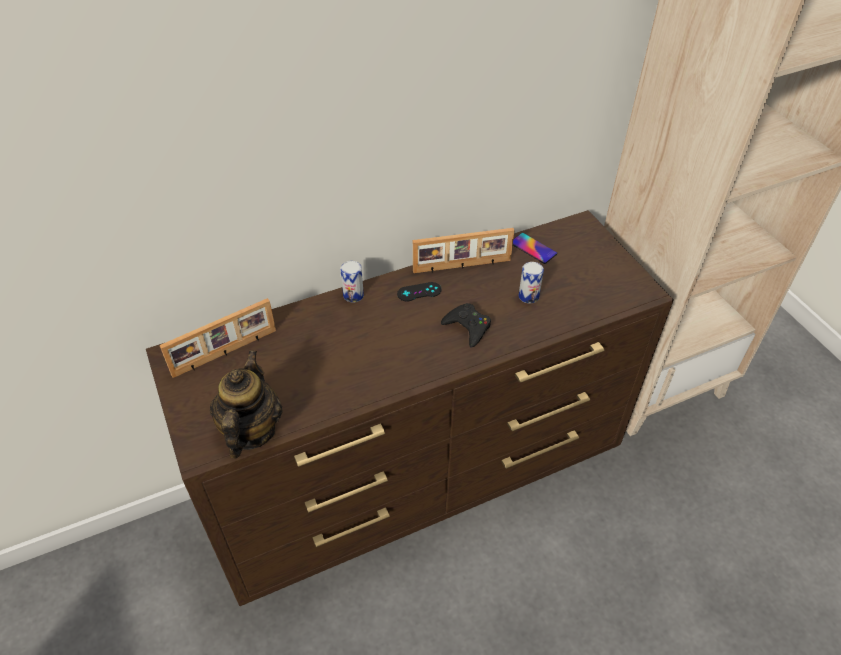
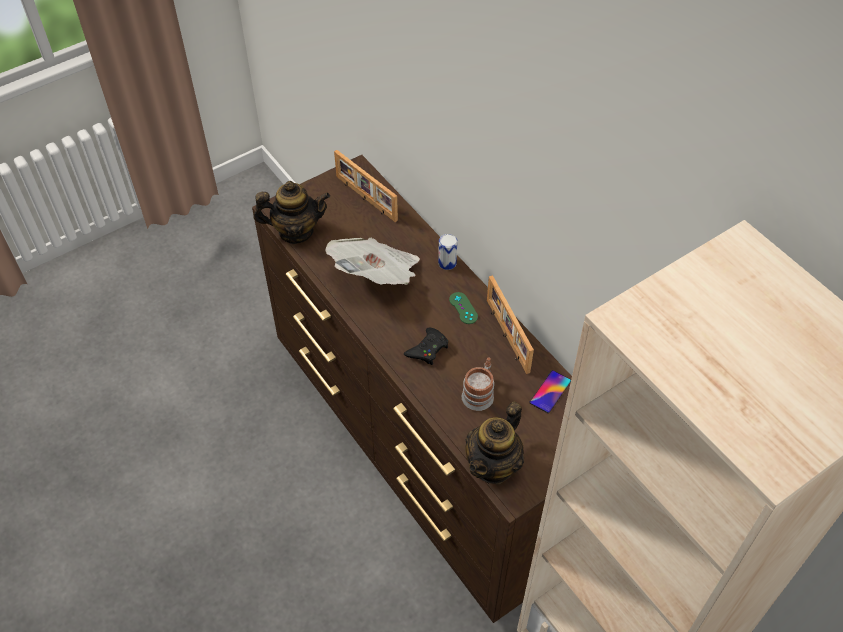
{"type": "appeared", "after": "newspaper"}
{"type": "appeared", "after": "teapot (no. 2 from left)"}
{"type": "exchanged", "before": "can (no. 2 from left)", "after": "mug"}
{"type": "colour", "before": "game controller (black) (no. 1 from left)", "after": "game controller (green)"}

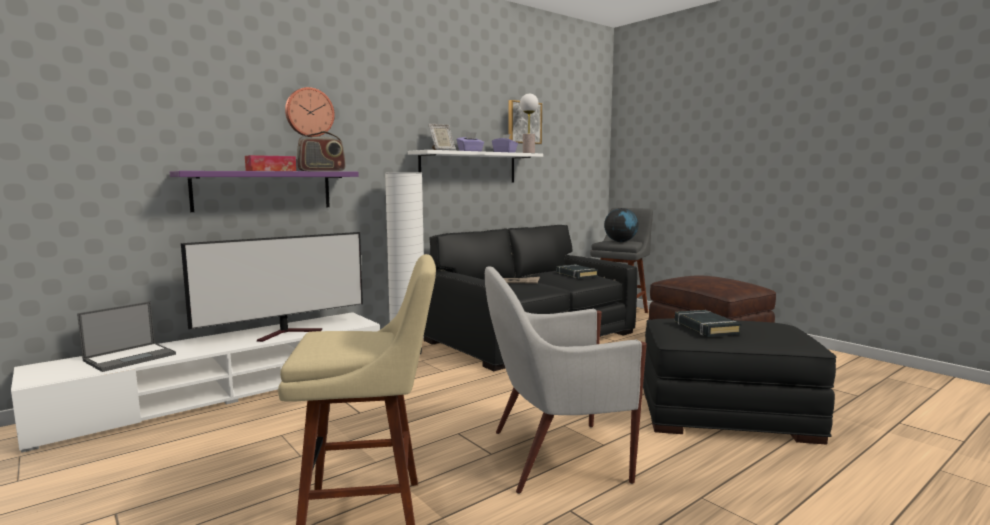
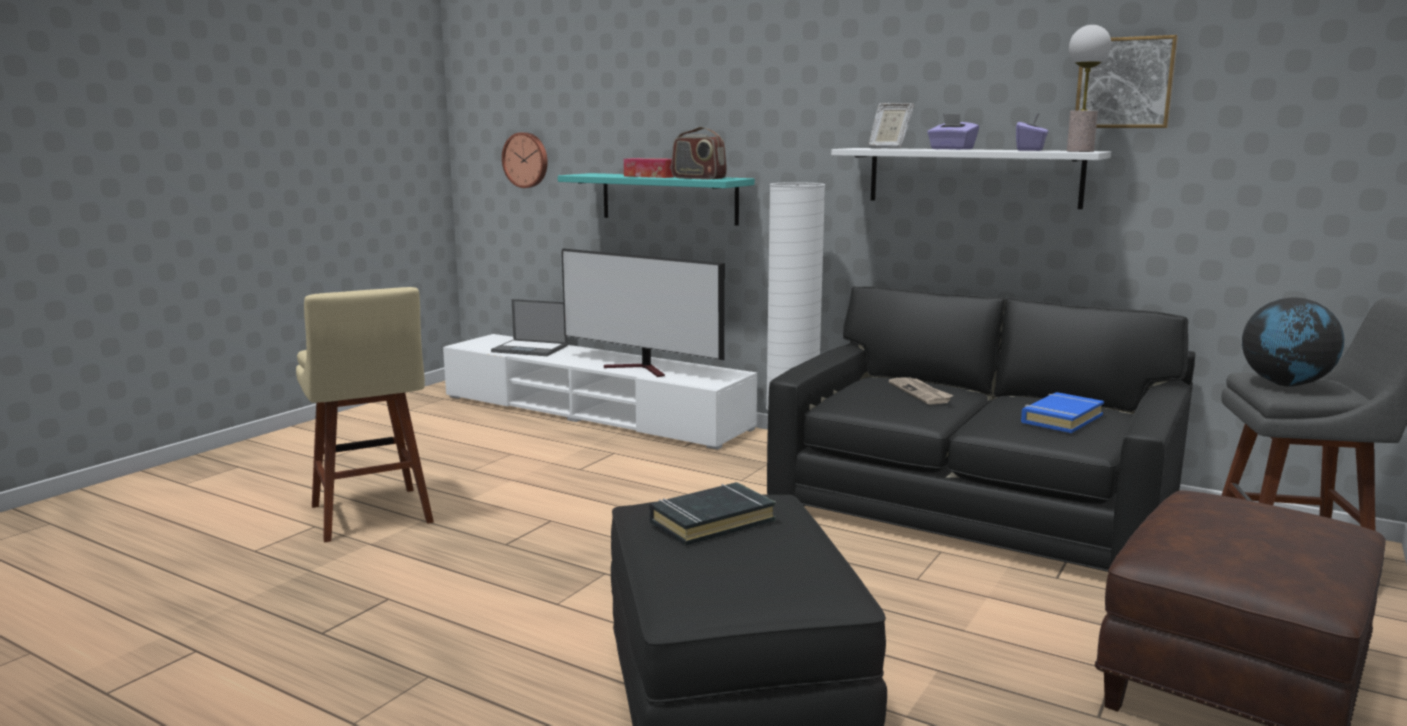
{"type": "missing", "before": "armchair (white)"}
{"type": "relocated", "before": "wall clock"}
{"type": "colour", "before": "shelf (purple)", "after": "shelf (turquoise)"}
{"type": "colour", "before": "book (black) (no. 1 from left)", "after": "book (blue)"}

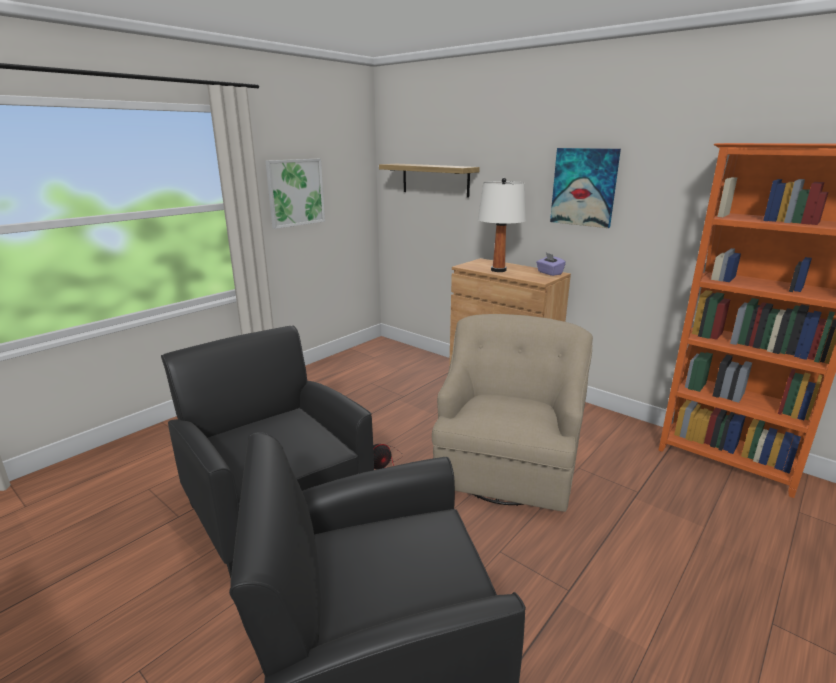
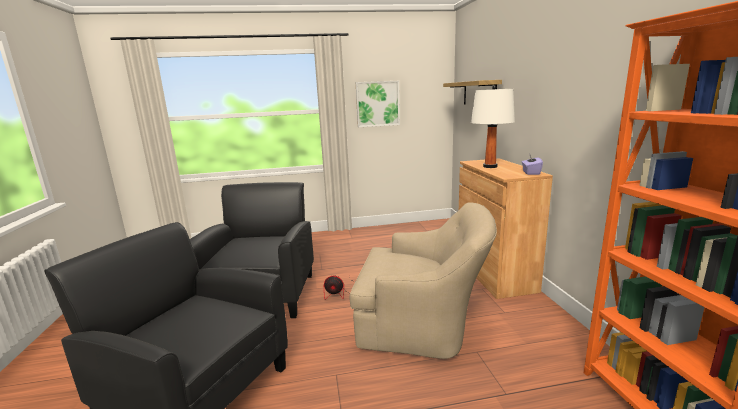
{"type": "missing", "before": "picture (no. 2 from left)"}
{"type": "spun", "before": "armchair (beige)", "turn": 45}

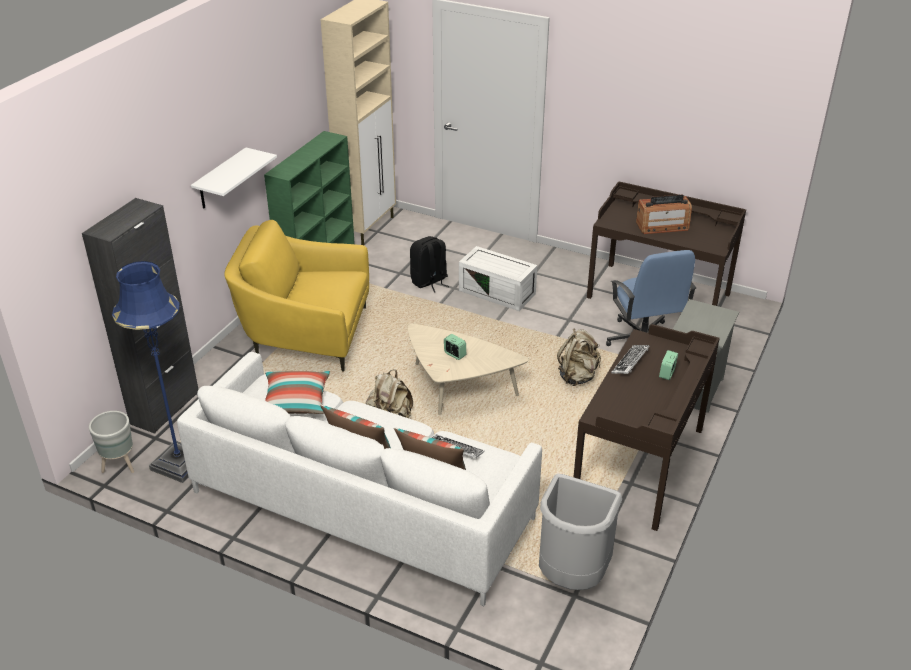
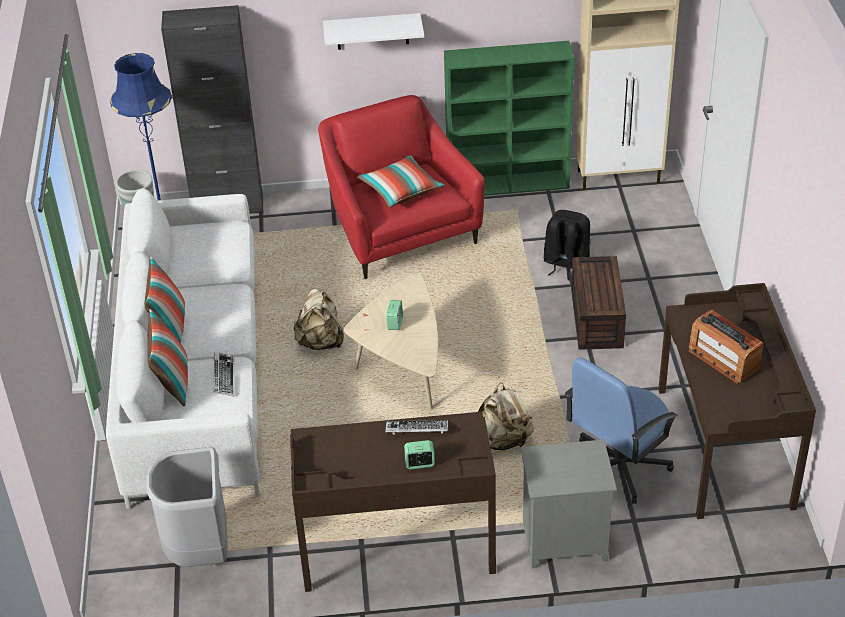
{"type": "relocated", "before": "pillow (no. 1 from left in the first image)", "after": "pillow (no. 3 from left)"}
{"type": "colour", "before": "armchair (yellow)", "after": "armchair (red)"}
{"type": "colour", "before": "storage box (white)", "after": "storage box (brown)"}

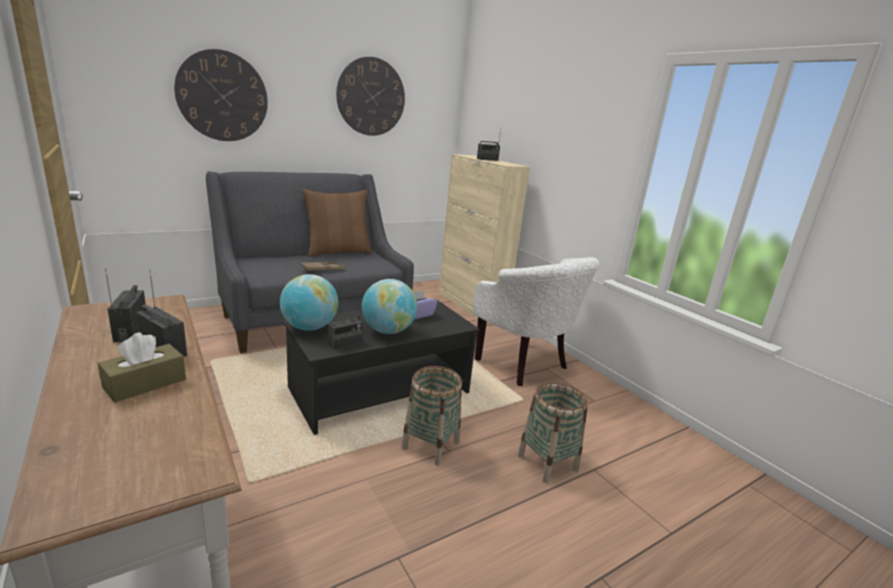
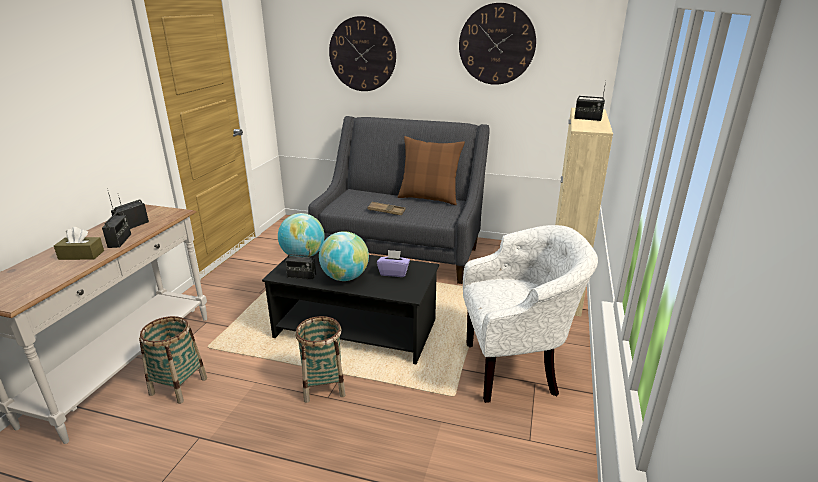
{"type": "relocated", "before": "basket (no. 2 from left in the first image)", "after": "basket (no. 1 from left)"}
{"type": "spun", "before": "armchair (white)", "turn": -105}

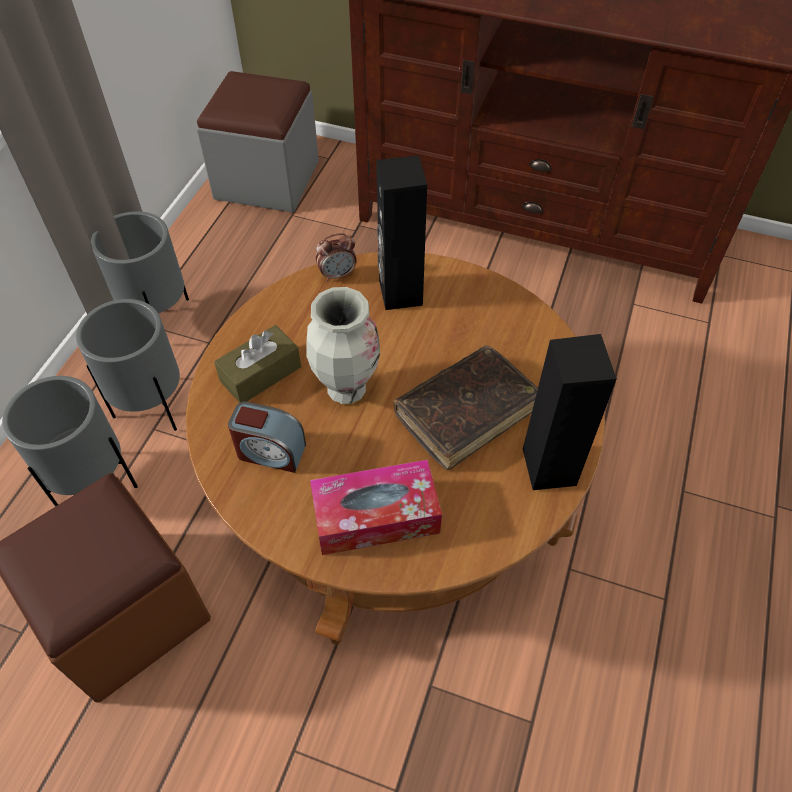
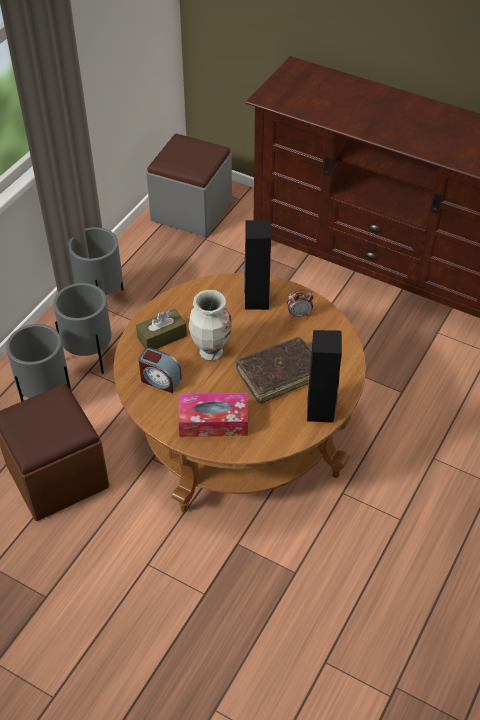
{"type": "relocated", "before": "alarm clock (no. 2 from left)"}

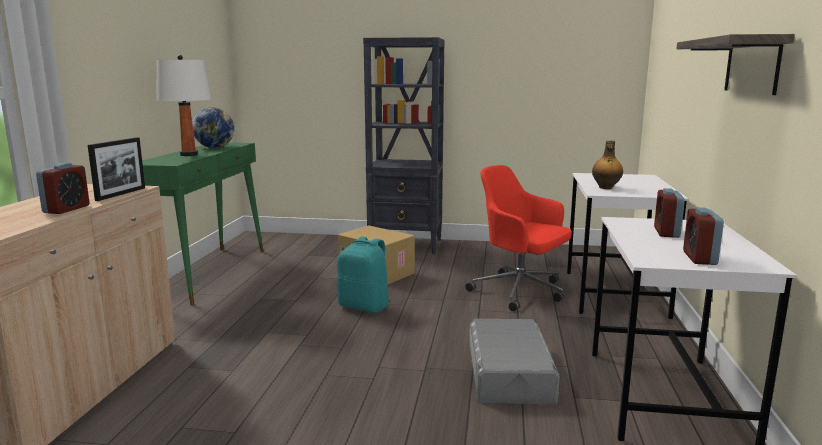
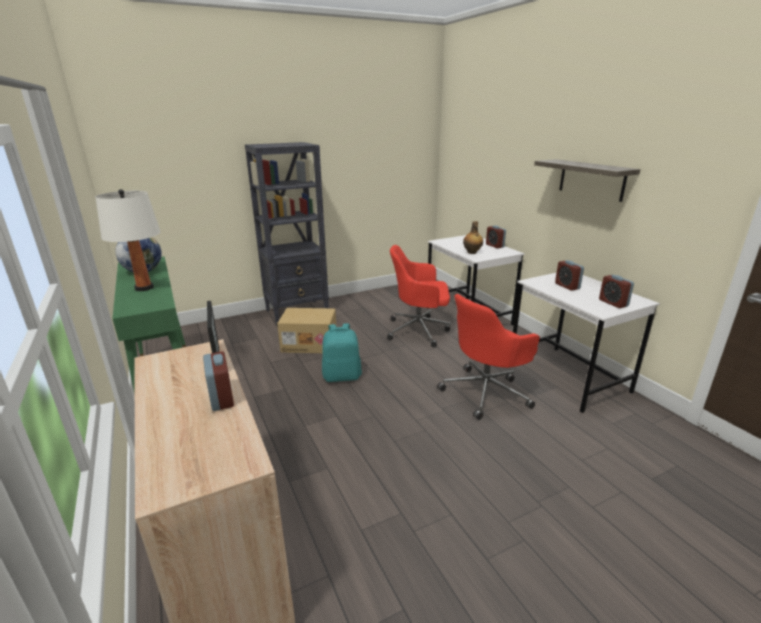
{"type": "appeared", "after": "alarm clock (no. 2 from left)"}
{"type": "exchanged", "before": "storage box (grey)", "after": "office chair (red) (no. 2 from left)"}

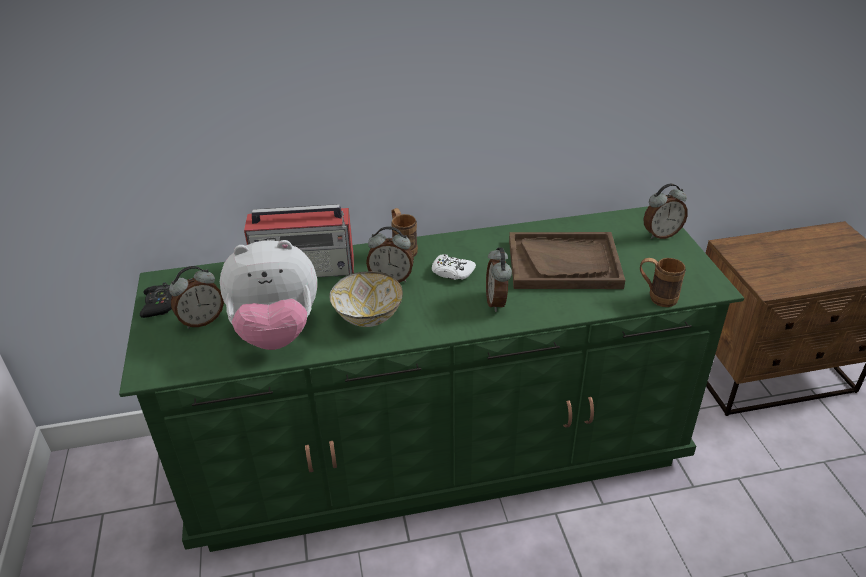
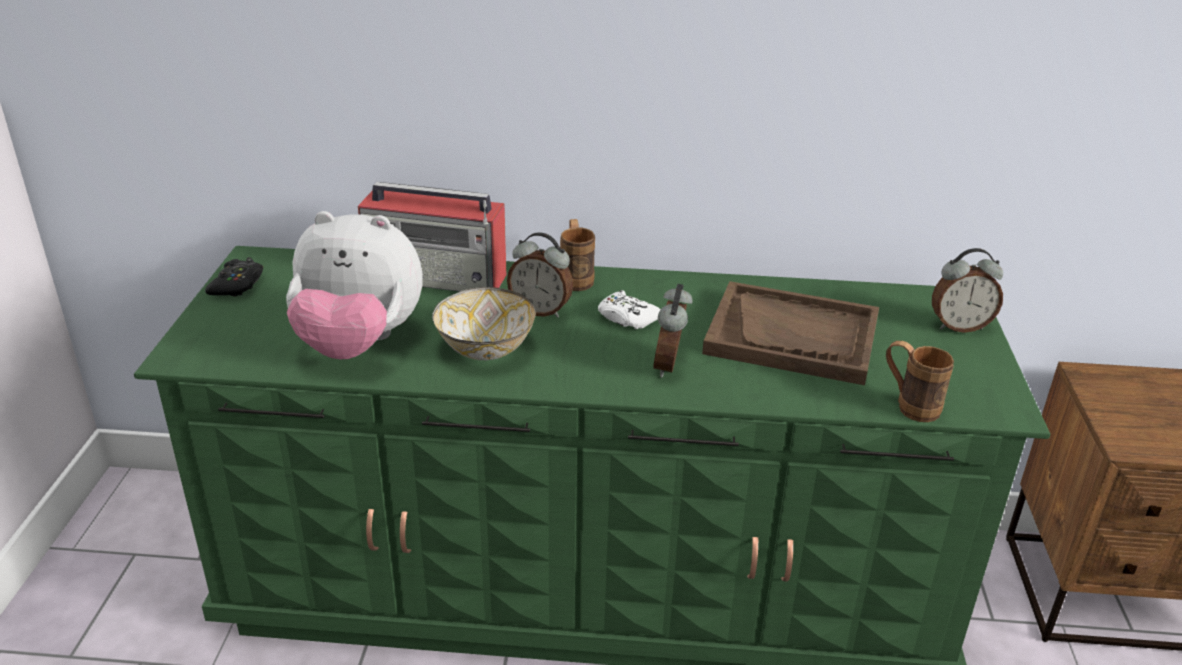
{"type": "missing", "before": "alarm clock (no. 1 from left)"}

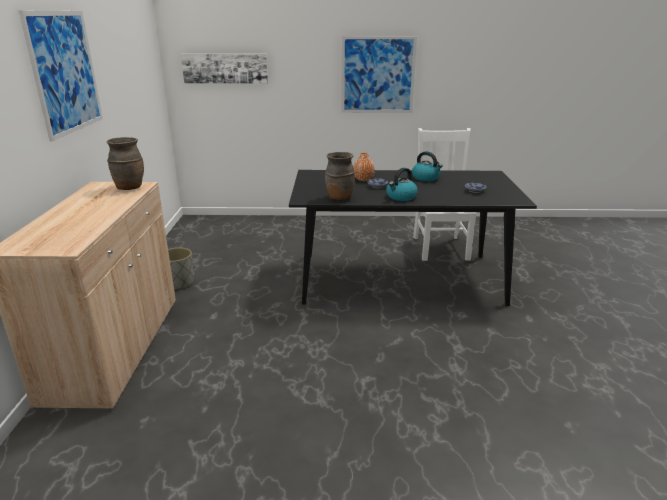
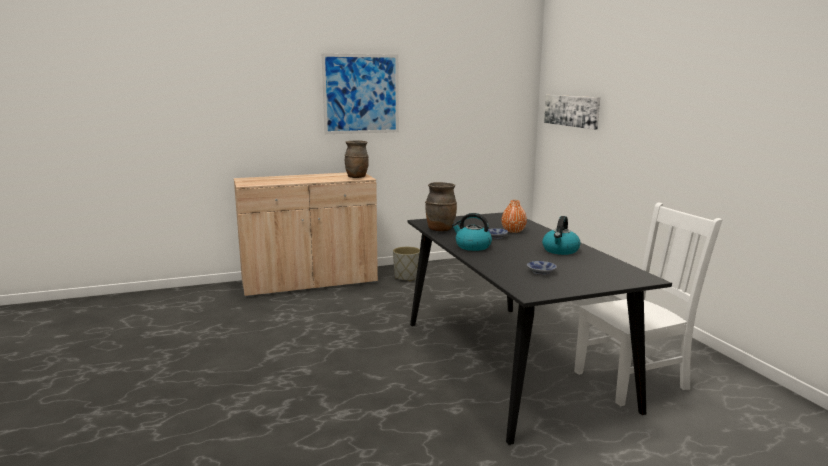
{"type": "missing", "before": "picture (no. 3 from left)"}

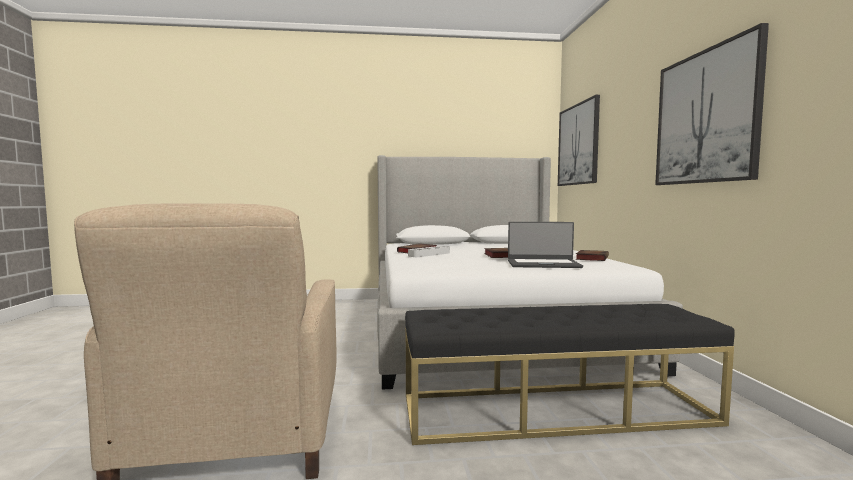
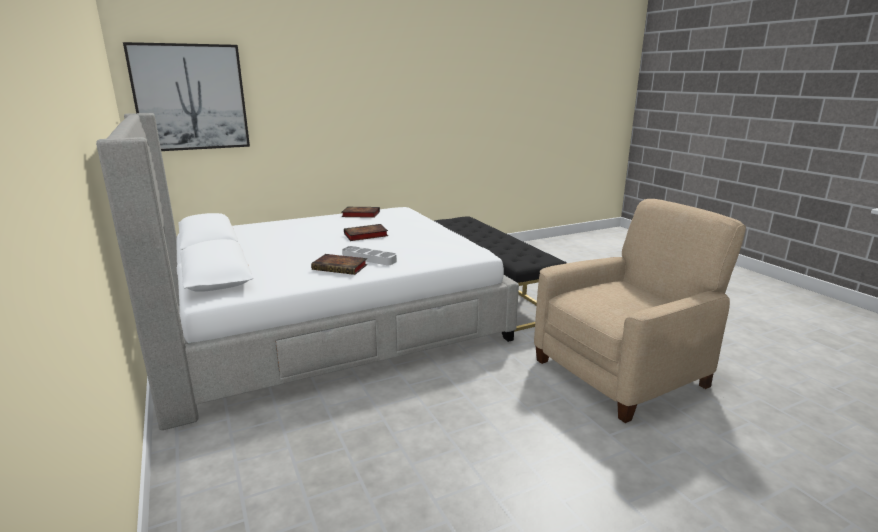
{"type": "missing", "before": "laptop"}
{"type": "missing", "before": "picture (no. 2 from left)"}

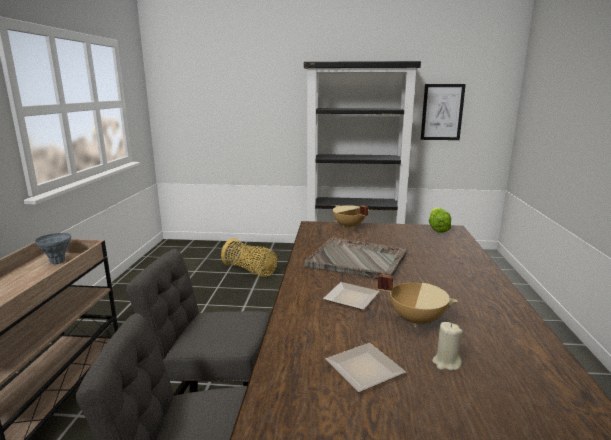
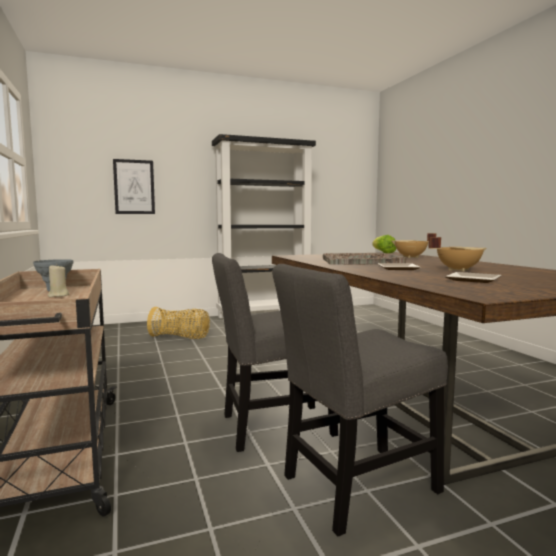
{"type": "relocated", "before": "cooking pot (beige) (no. 1 from left)"}
{"type": "relocated", "before": "picture"}
{"type": "relocated", "before": "candle (beige)"}

